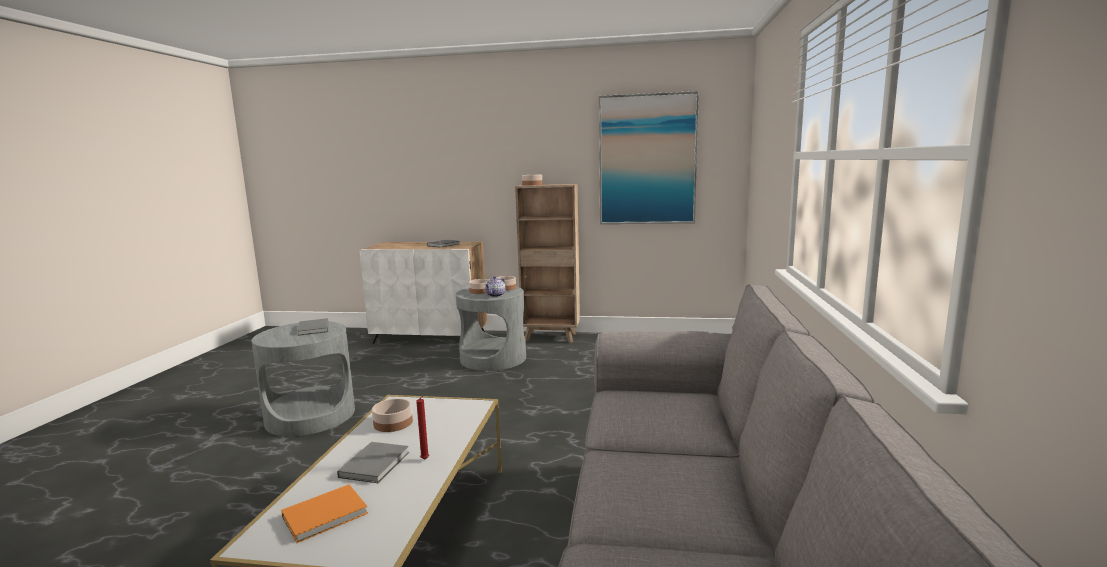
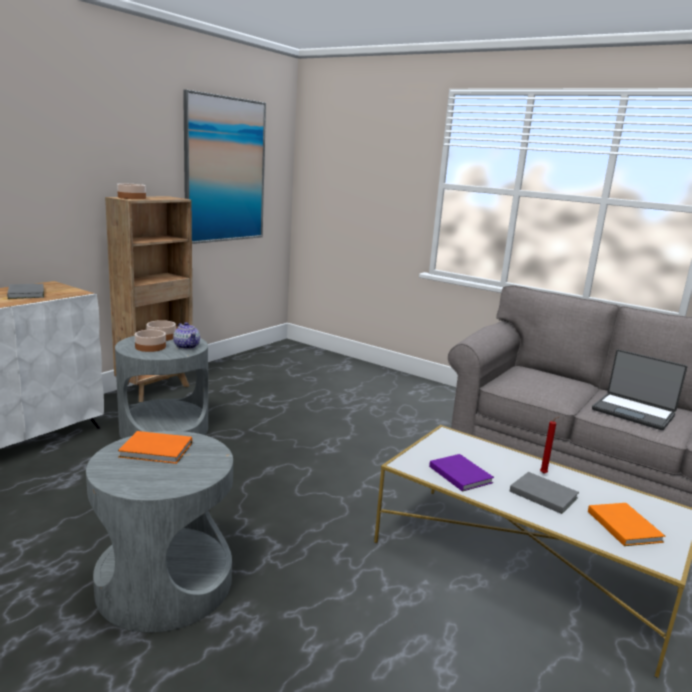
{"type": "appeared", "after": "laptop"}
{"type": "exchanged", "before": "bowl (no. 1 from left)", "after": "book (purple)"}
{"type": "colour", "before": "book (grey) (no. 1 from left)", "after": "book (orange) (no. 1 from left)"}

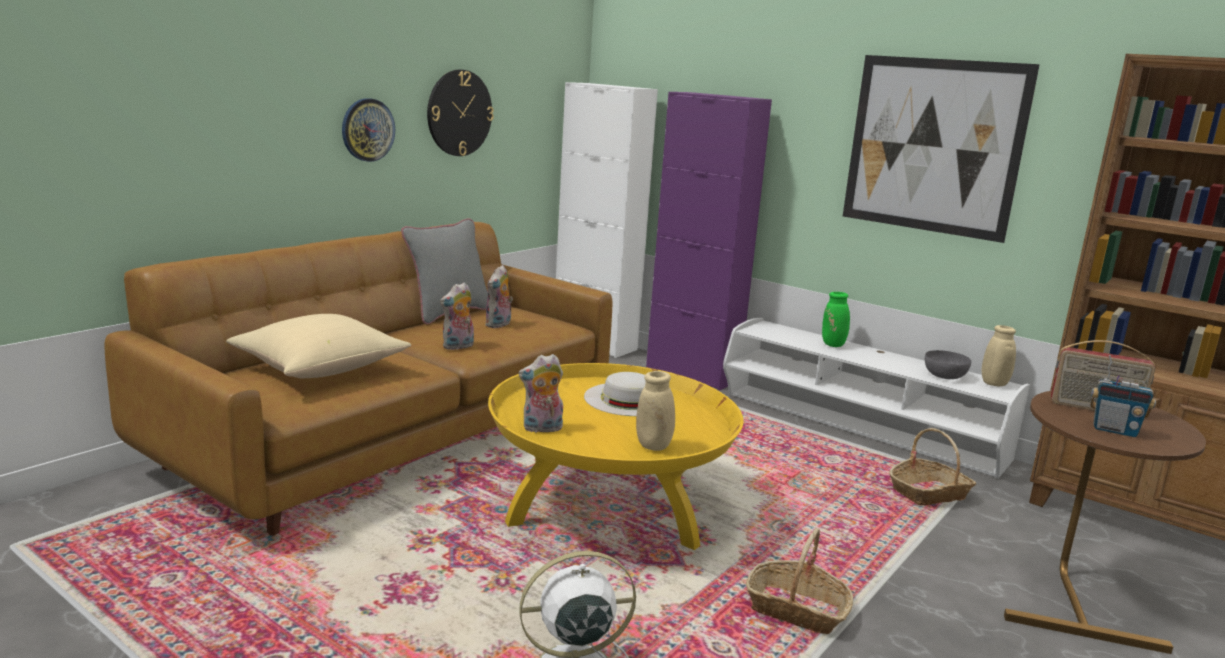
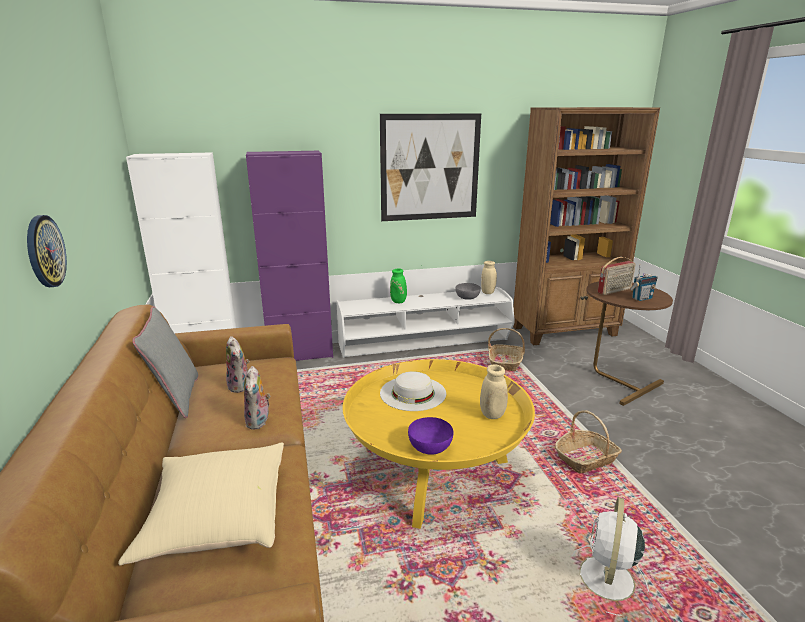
{"type": "missing", "before": "wall clock (no. 2 from left)"}
{"type": "exchanged", "before": "plush toy (no. 3 from left)", "after": "bowl (purple)"}

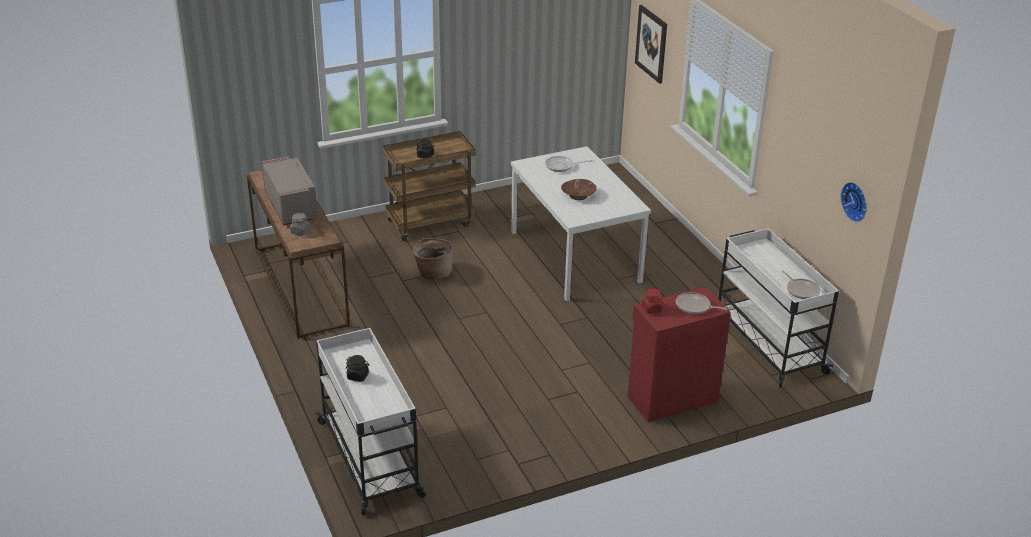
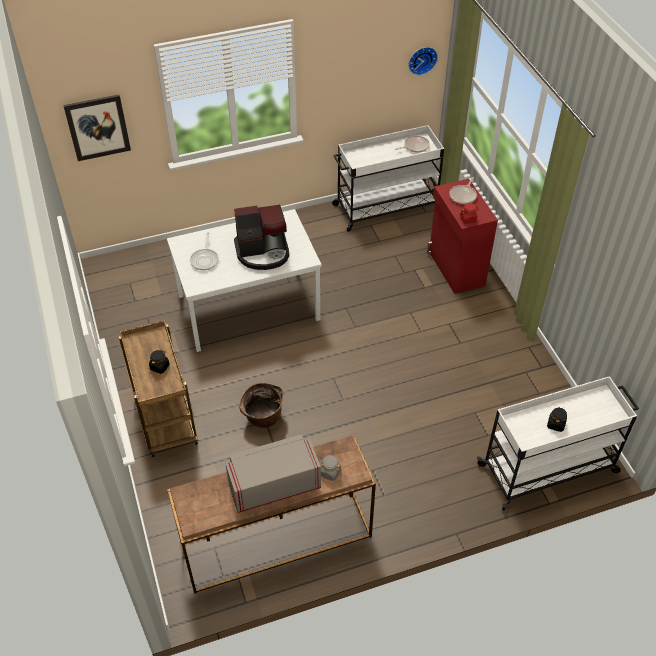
{"type": "exchanged", "before": "bowl (brown)", "after": "coffee machine"}

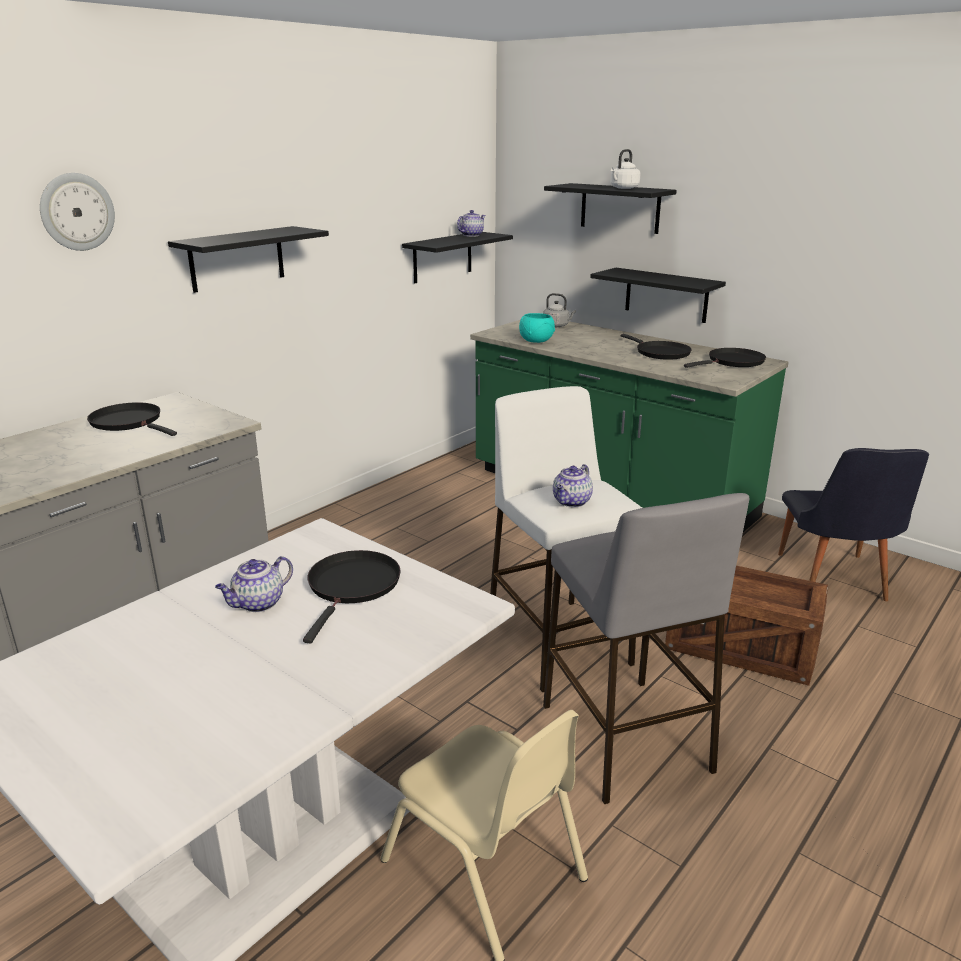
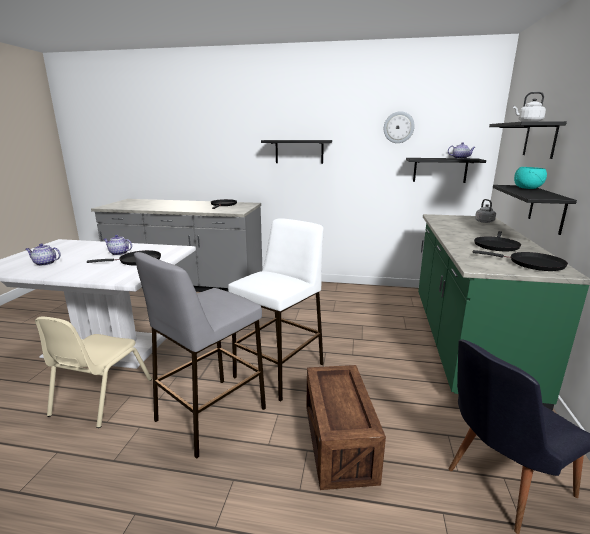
{"type": "relocated", "before": "wall clock"}
{"type": "relocated", "before": "bowl (turquoise)"}
{"type": "relocated", "before": "teapot (no. 3 from left in the first image)", "after": "teapot (no. 1 from left)"}

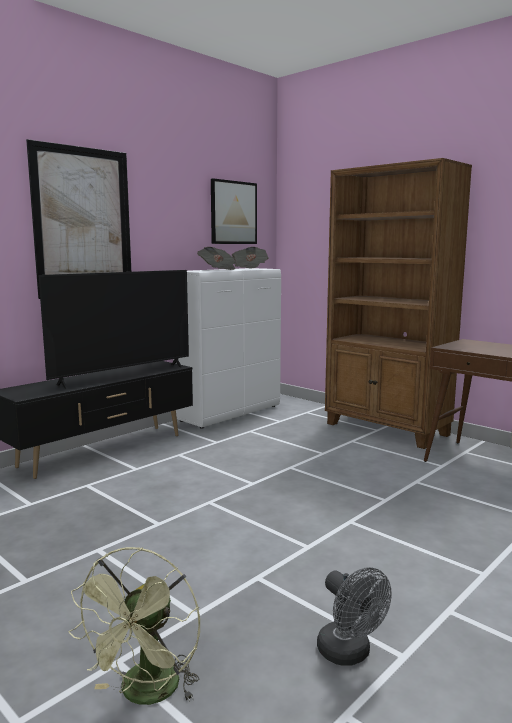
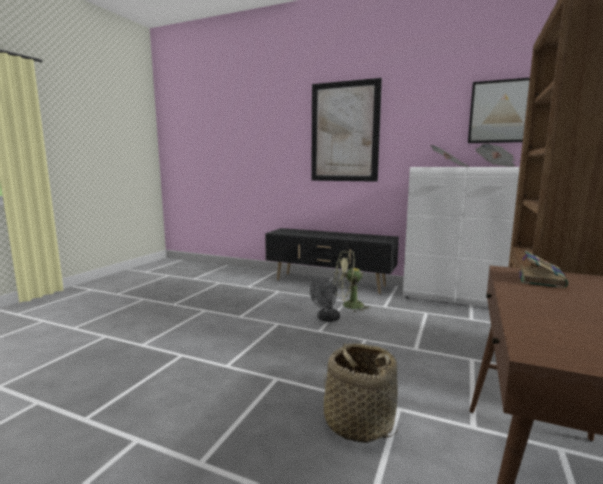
{"type": "missing", "before": "television"}
{"type": "appeared", "after": "basket"}
{"type": "appeared", "after": "book"}
{"type": "relocated", "before": "fan (green)"}
{"type": "relocated", "before": "fan (grey)"}

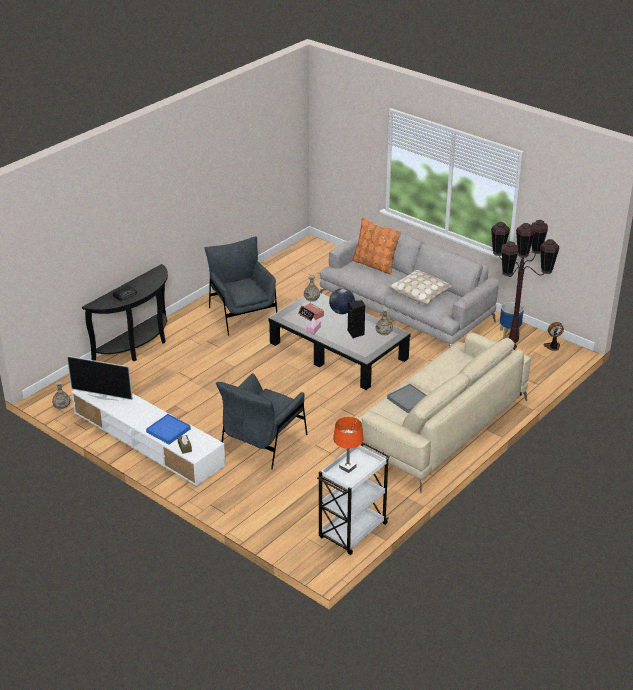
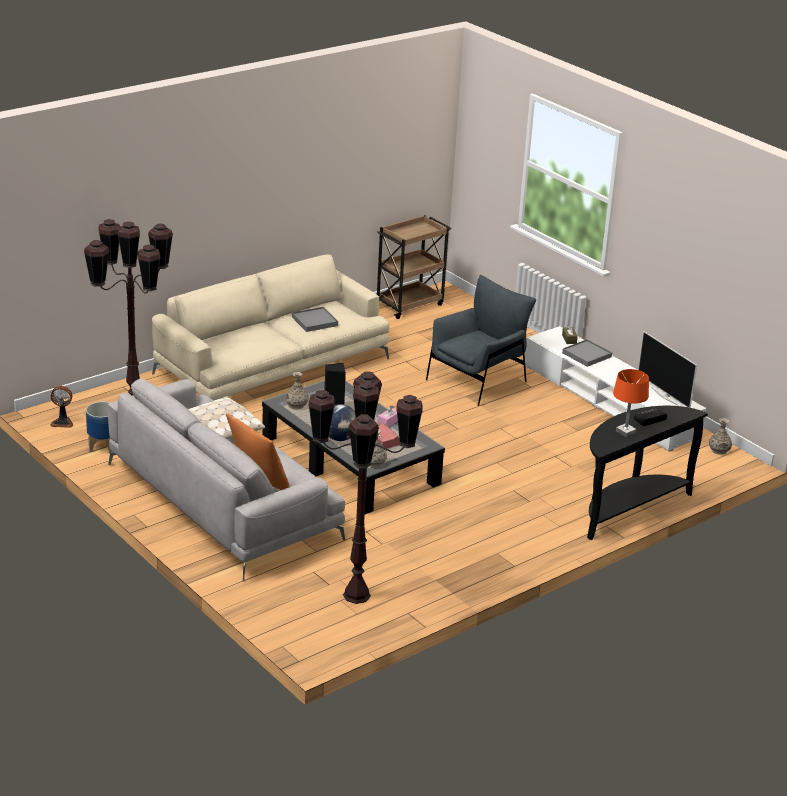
{"type": "missing", "before": "armchair (grey) (no. 1 from left)"}
{"type": "appeared", "after": "floor lamp (brown) (no. 2 from left)"}
{"type": "relocated", "before": "table lamp (orange)"}
{"type": "colour", "before": "tray (blue)", "after": "tray (grey) (no. 2 from left)"}
{"type": "colour", "before": "cart (white)", "after": "cart (brown)"}
{"type": "spun", "before": "television", "turn": -150}

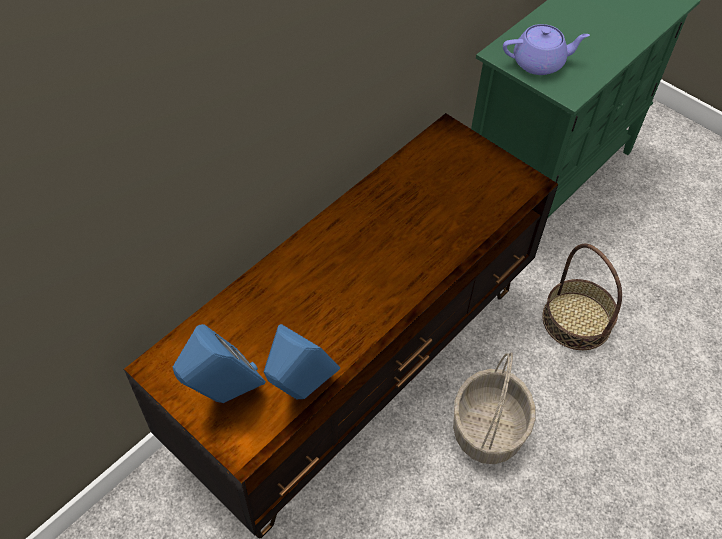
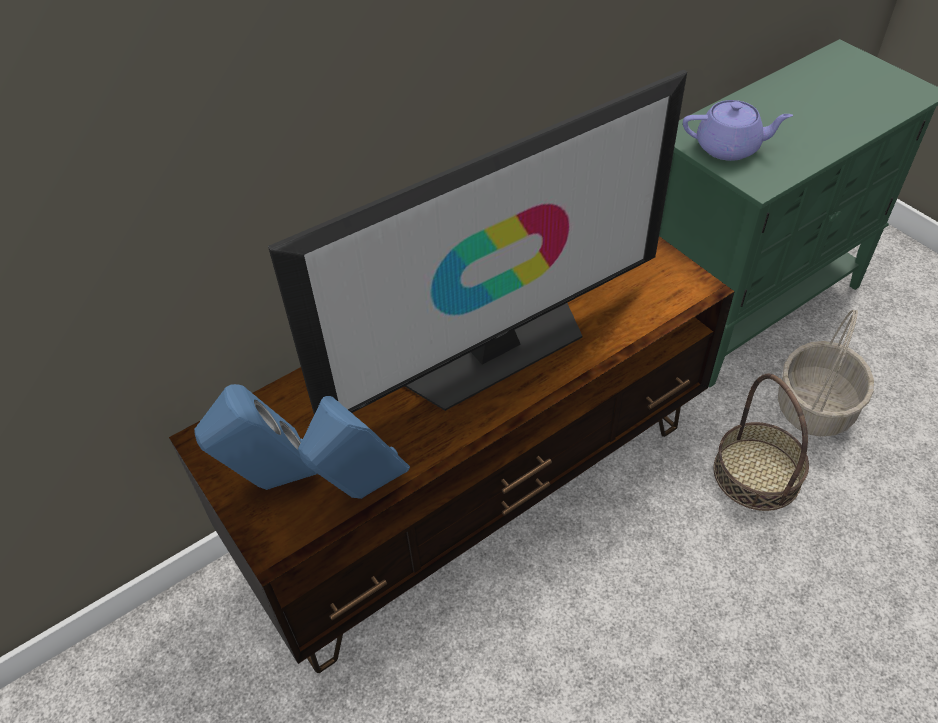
{"type": "appeared", "after": "television"}
{"type": "relocated", "before": "basket (no. 1 from left in the first image)", "after": "basket (no. 2 from left)"}

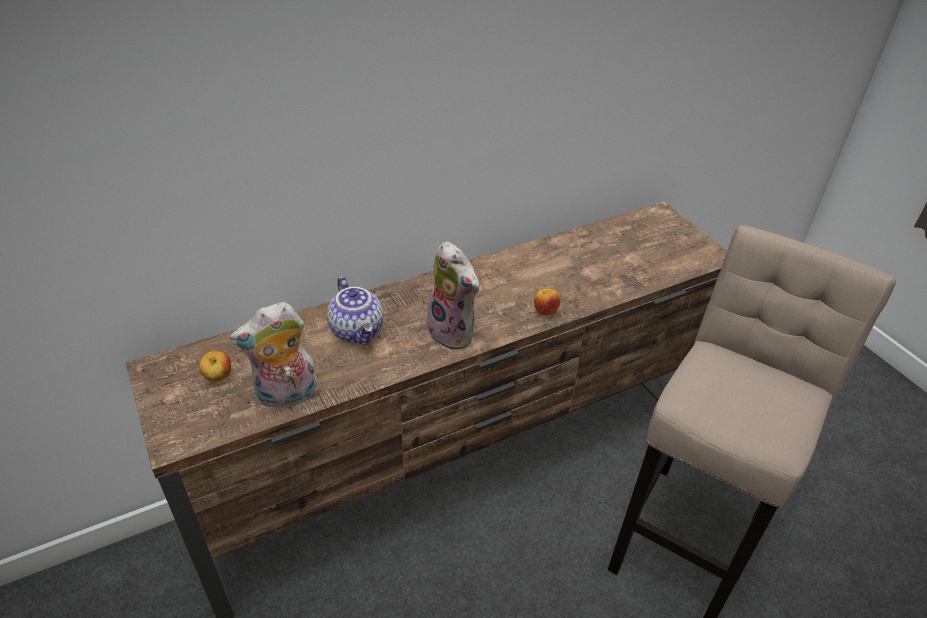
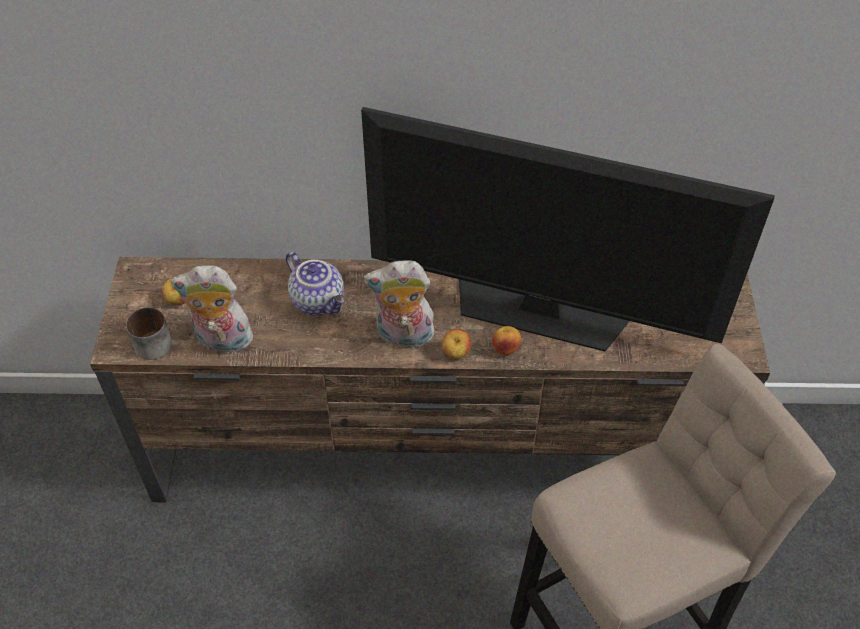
{"type": "appeared", "after": "mug"}
{"type": "appeared", "after": "television"}
{"type": "appeared", "after": "apple (no. 2 from left)"}
{"type": "spun", "before": "teapot", "turn": -45}
{"type": "spun", "before": "plush toy (no. 2 from left)", "turn": 105}

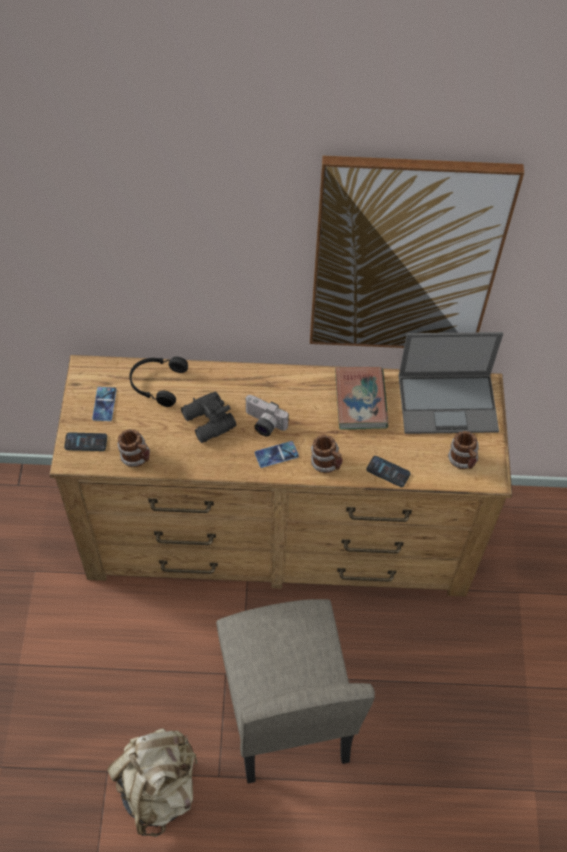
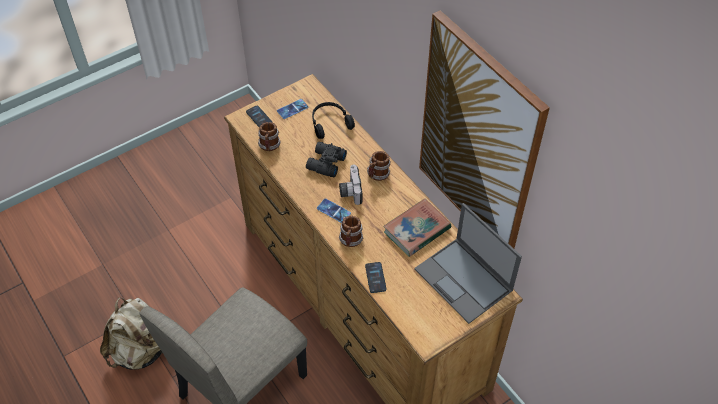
{"type": "relocated", "before": "mug (no. 3 from left)"}

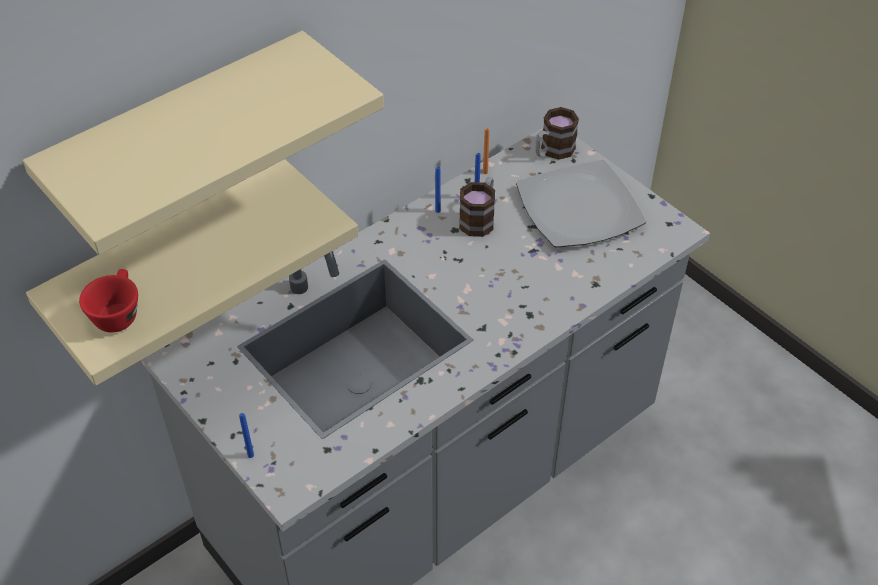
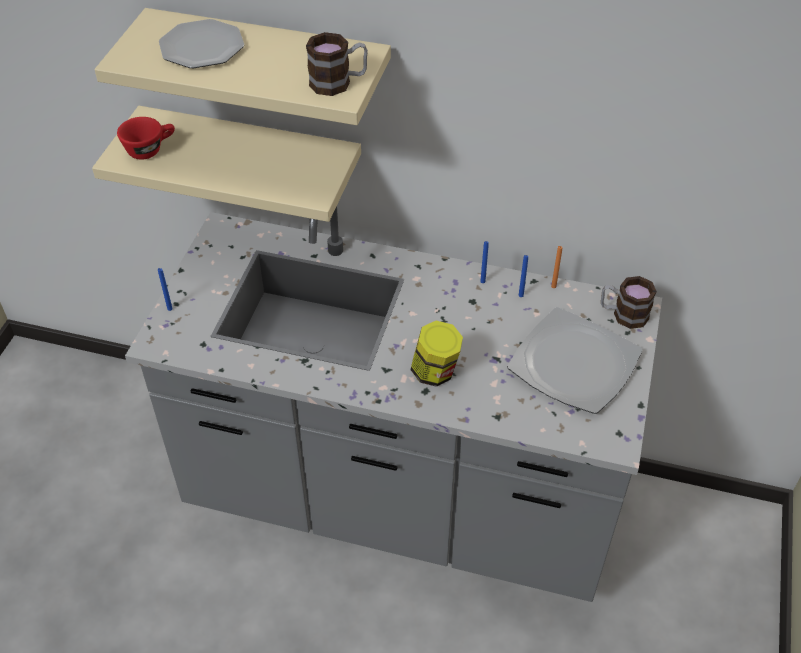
{"type": "appeared", "after": "plate (no. 1 from left)"}
{"type": "appeared", "after": "jar"}
{"type": "relocated", "before": "mug (no. 1 from left)"}

